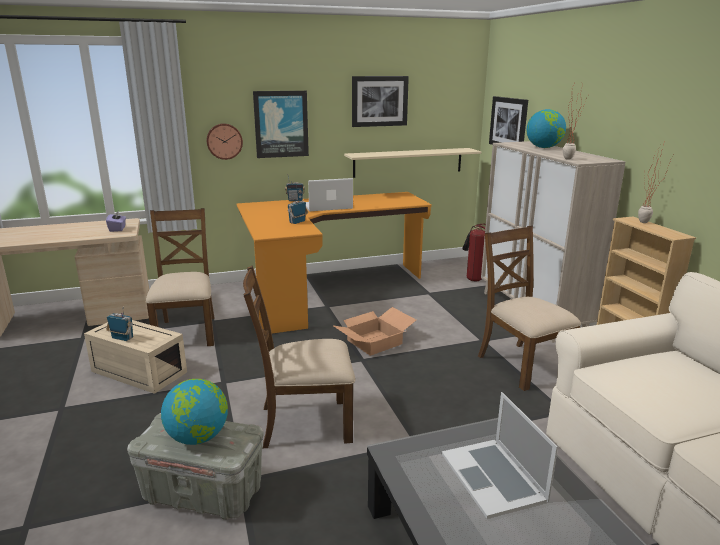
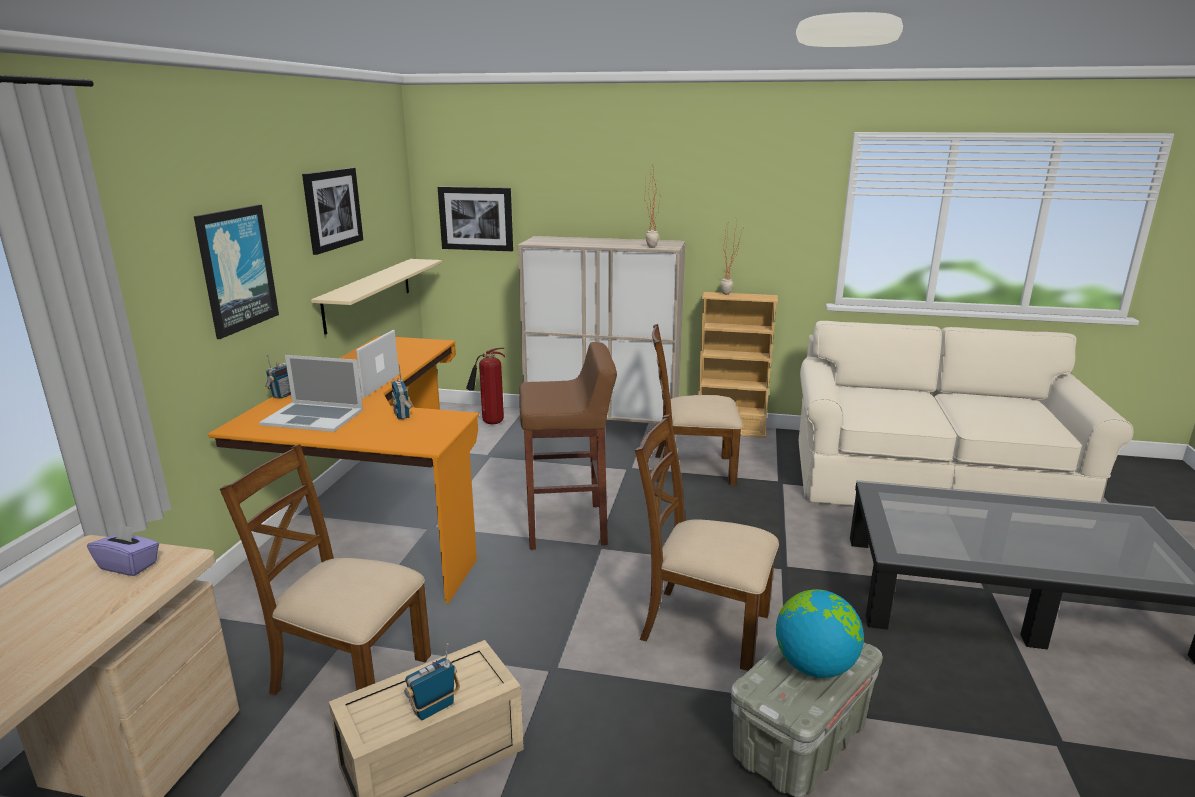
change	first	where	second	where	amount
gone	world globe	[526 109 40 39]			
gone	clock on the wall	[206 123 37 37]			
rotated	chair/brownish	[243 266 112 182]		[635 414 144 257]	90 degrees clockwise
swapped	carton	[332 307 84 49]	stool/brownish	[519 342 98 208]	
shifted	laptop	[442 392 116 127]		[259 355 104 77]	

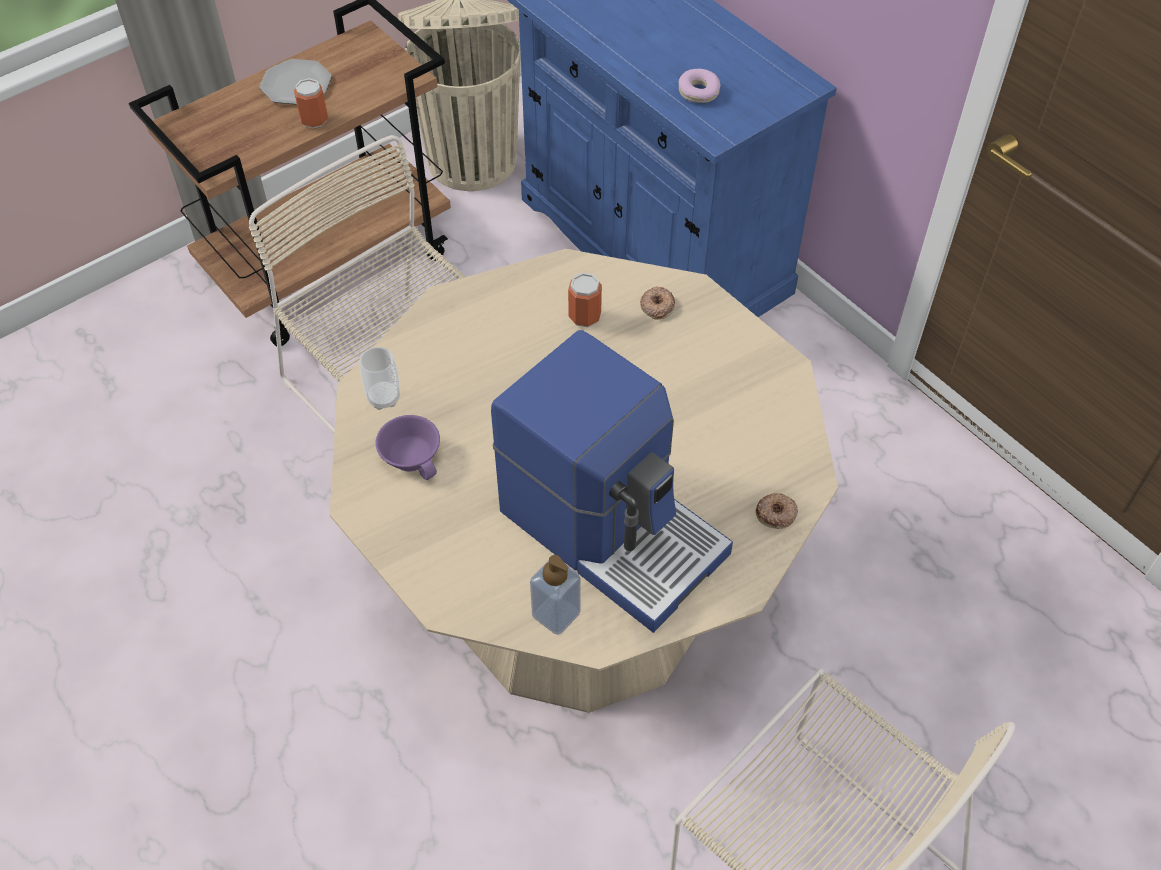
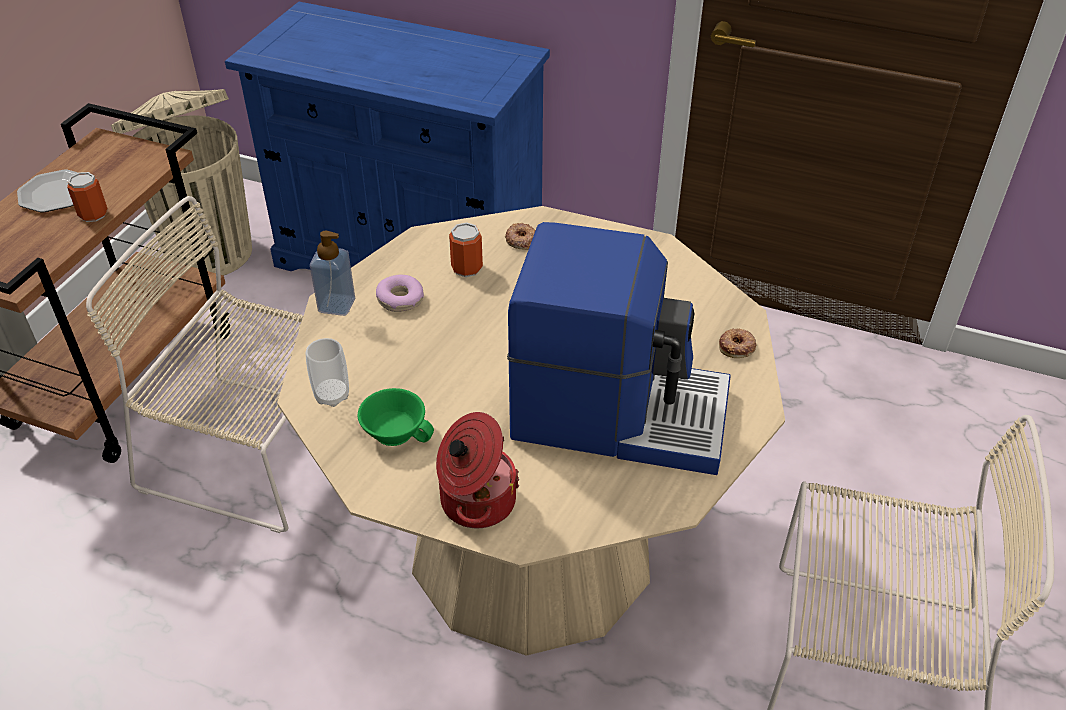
change	first	where	second	where	amount
shifted	doughnut	[679 69 42 34]		[376 275 48 37]	
repainted	small cup/purple	[375 415 65 65]	small cup/greenish	[358 388 76 58]	
shifted	liquid soap bottle	[530 555 51 80]		[310 231 45 85]	
new			saucepot	[436 412 83 116]	

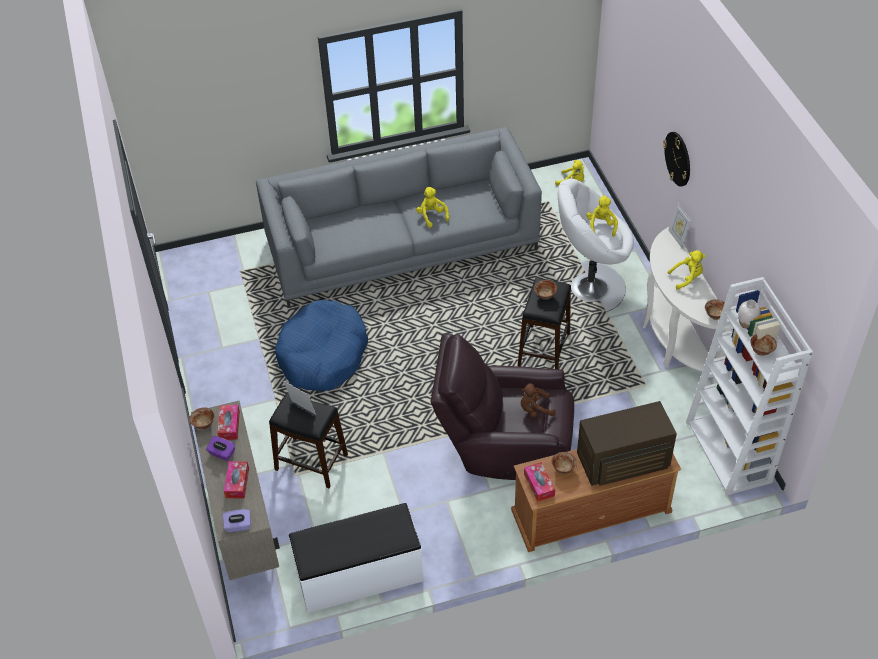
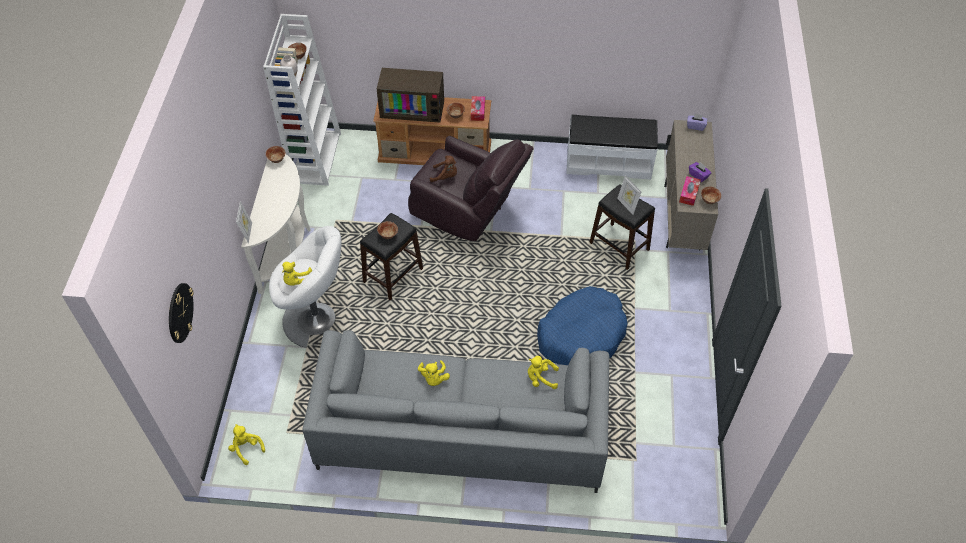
change	first	where	second	where	amount
shifted	clock on the wall	[663 132 27 55]		[169 283 25 60]	
shifted	plush toy/yellow	[668 250 38 40]		[528 356 31 33]	
gone	box of tissues	[224 461 25 37]			

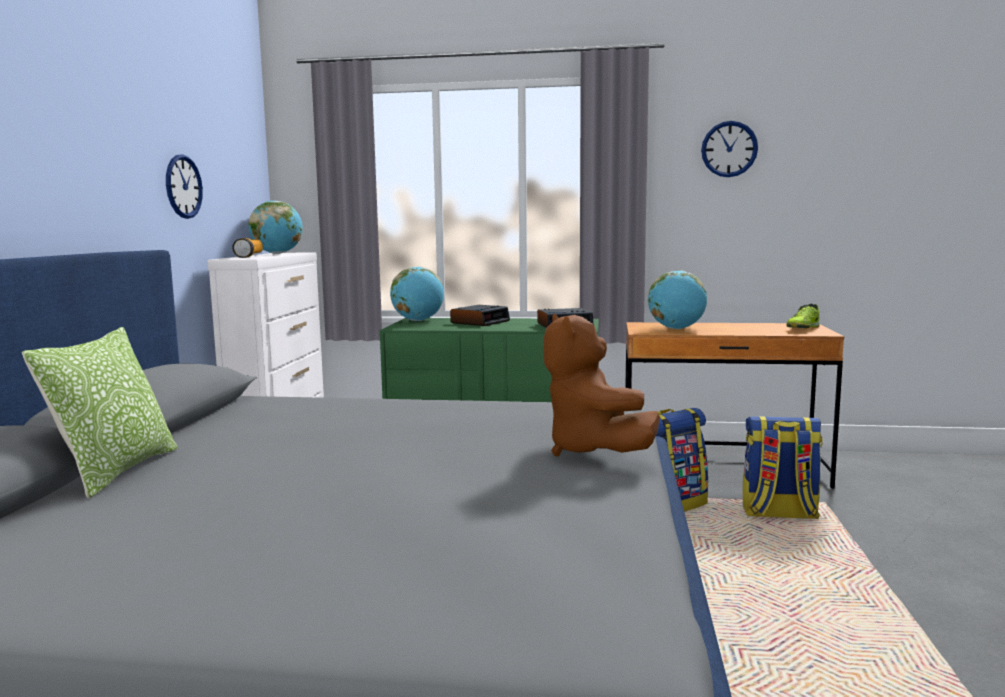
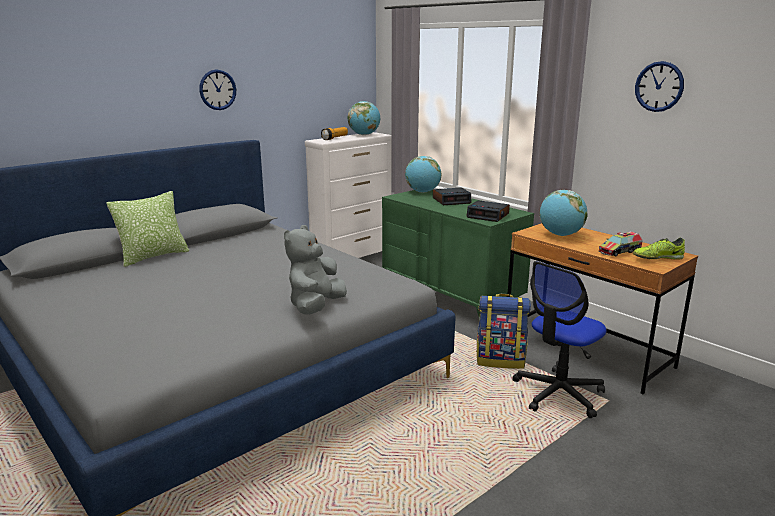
change	first	where	second	where	amount
shifted	clock on the wall	[166 154 37 65]		[199 69 37 41]	
repainted	plush toy/brownish	[543 313 117 143]	plush toy/greyish	[284 225 63 90]	
swapped	rucksack	[743 416 79 103]	desk chair	[512 261 94 157]	
new			toy lorry	[598 231 45 26]	

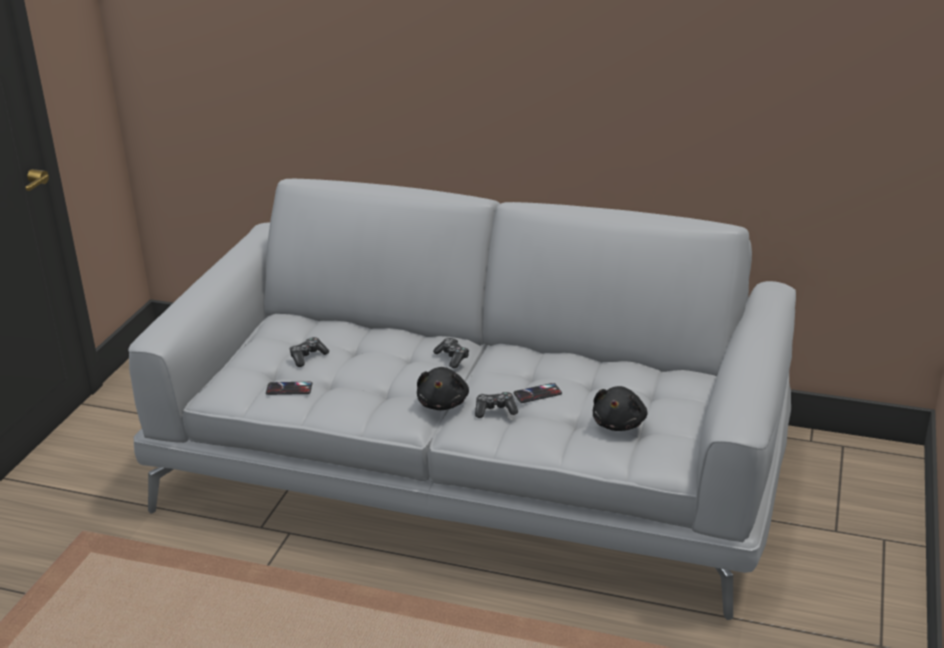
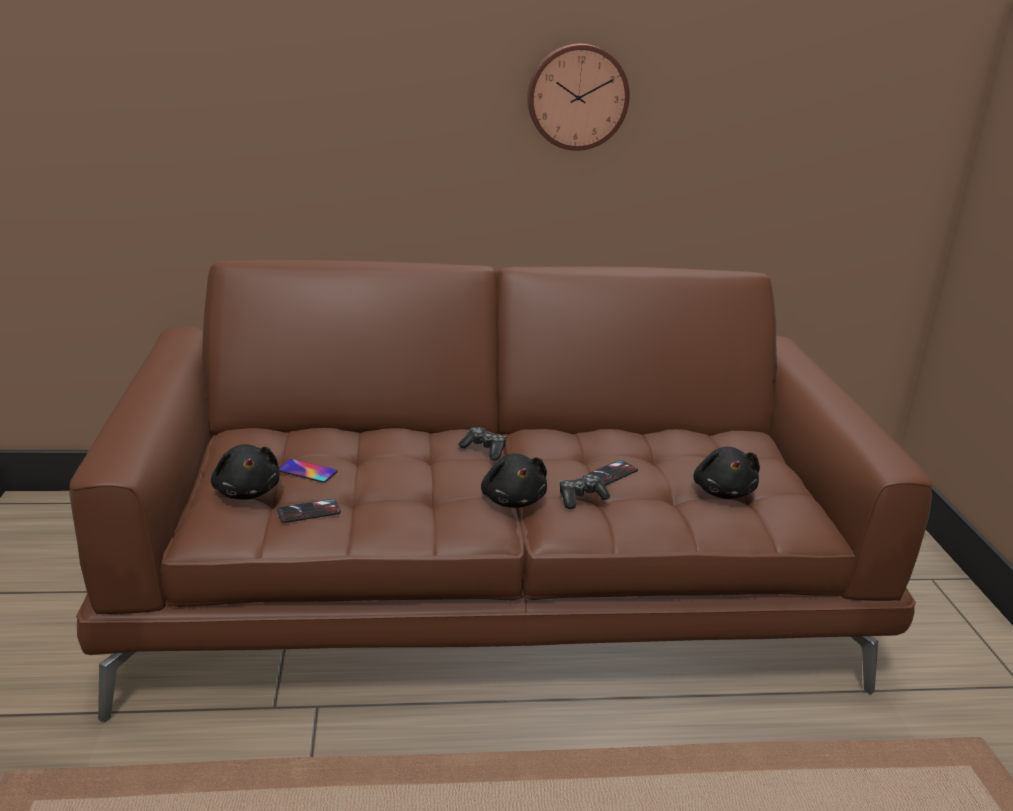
change	first	where	second	where	amount
repainted	sofa/greyish	[128 179 668 441]	sofa/brownish	[69 260 863 463]	
swapped	joypad	[289 337 40 30]	phone	[279 459 59 24]	
new			clock on the wall	[527 43 103 108]	
new			plush toy/black-coloured	[211 444 68 56]	

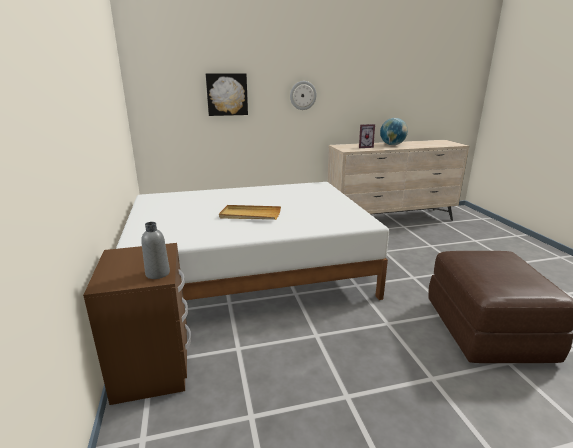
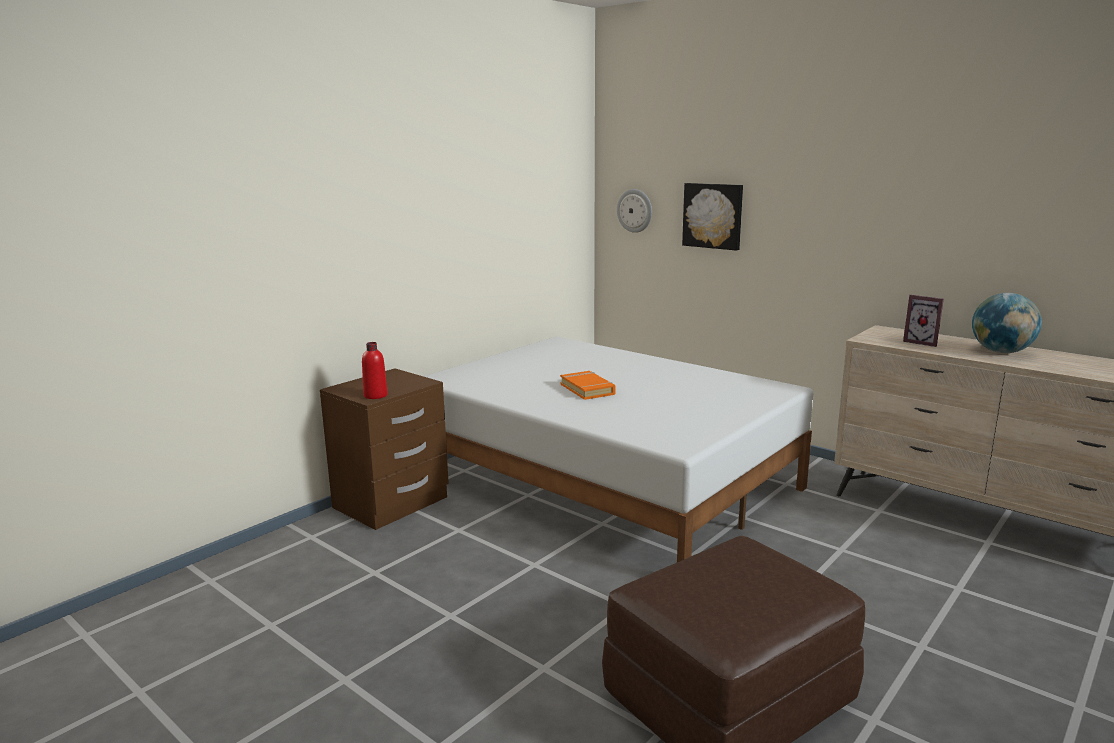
change	first	where	second	where	amount
shifted	clock on the wall	[290 81 27 29]		[617 189 35 44]	
swapped	tray/sand-coloured	[219 205 62 15]	bound book/orange-coloured	[560 371 55 29]	
repainted	bottle/greyish	[141 222 29 57]	bottle/reddish	[362 342 26 57]	

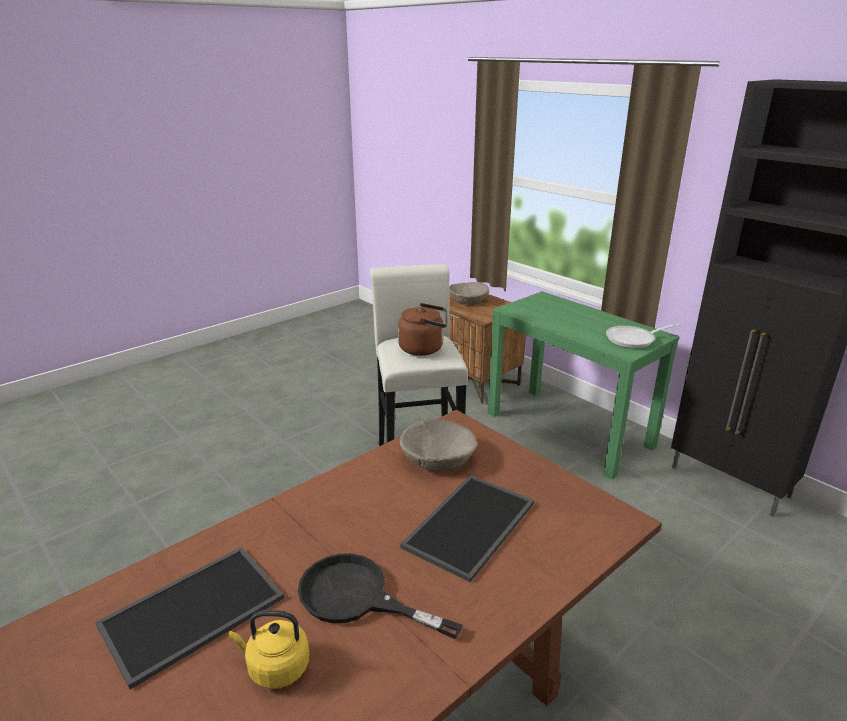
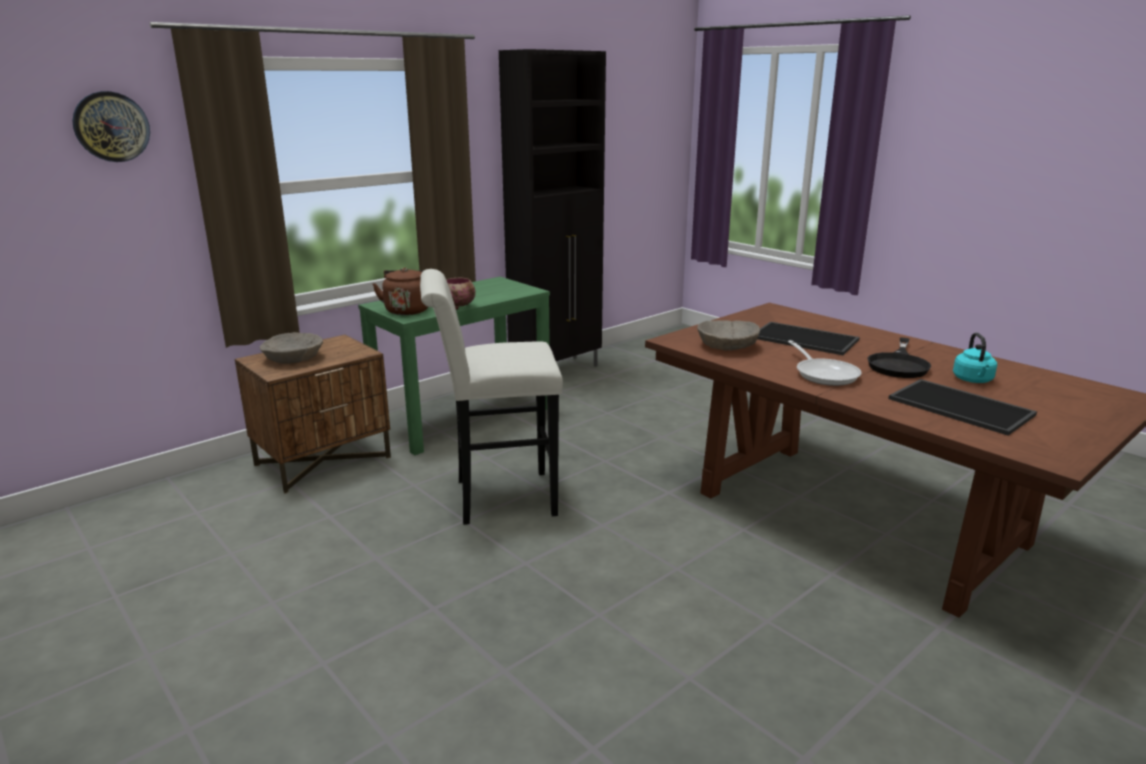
change	first	where	second	where	amount
shifted	kettle/brownish	[398 303 49 53]		[372 268 56 47]	
shifted	skillet	[606 324 74 24]		[788 340 74 46]	
repainted	kettle/yellow	[229 610 81 79]	kettle/turquoise	[953 333 44 50]	
new			clock on the wall	[73 91 77 71]	
new			deep dish	[446 278 29 32]	

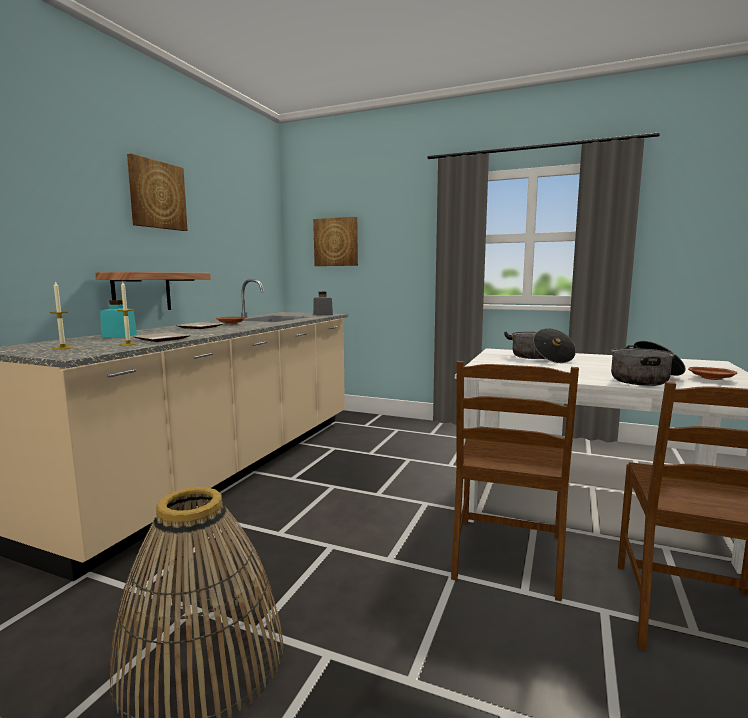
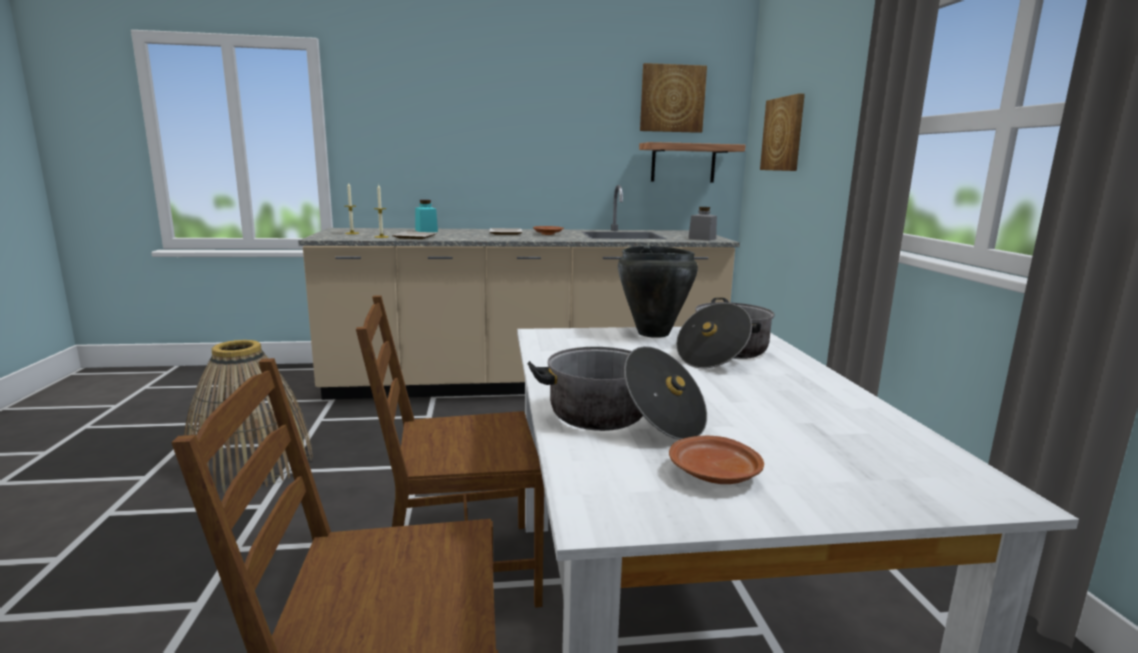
change	first	where	second	where	amount
shifted	wall picture	[127 154 61 77]		[640 63 67 70]	
shifted	wall shelf	[95 272 116 38]		[639 142 107 41]	
new			saucepot/black-coloured	[618 246 80 92]	

